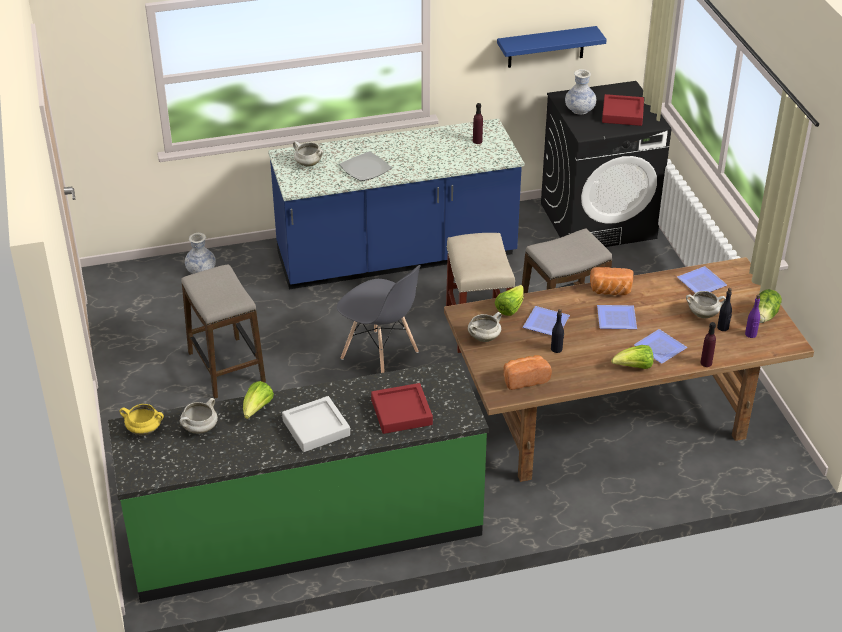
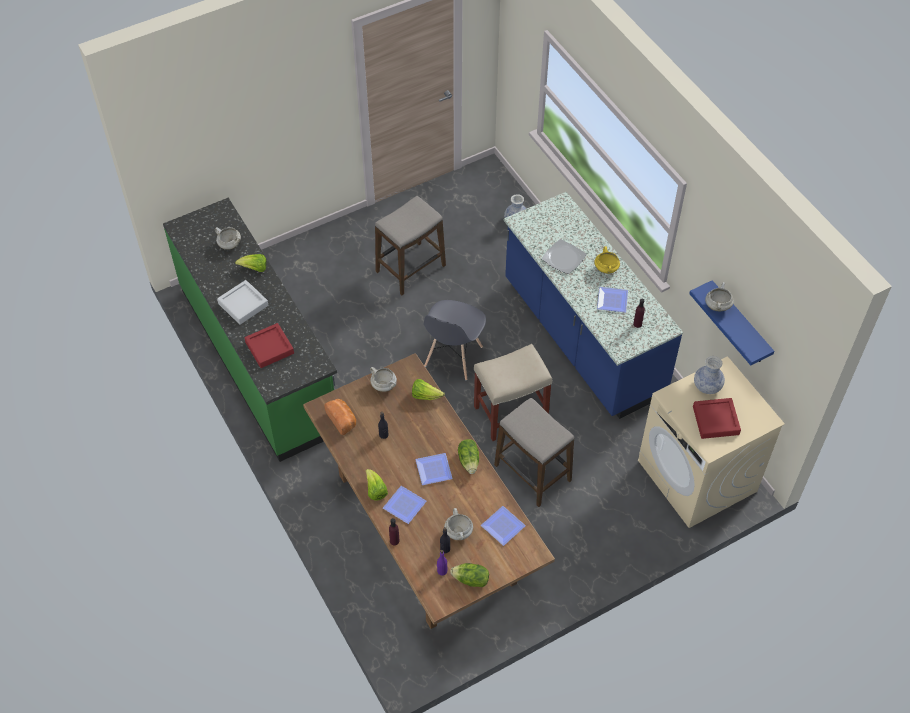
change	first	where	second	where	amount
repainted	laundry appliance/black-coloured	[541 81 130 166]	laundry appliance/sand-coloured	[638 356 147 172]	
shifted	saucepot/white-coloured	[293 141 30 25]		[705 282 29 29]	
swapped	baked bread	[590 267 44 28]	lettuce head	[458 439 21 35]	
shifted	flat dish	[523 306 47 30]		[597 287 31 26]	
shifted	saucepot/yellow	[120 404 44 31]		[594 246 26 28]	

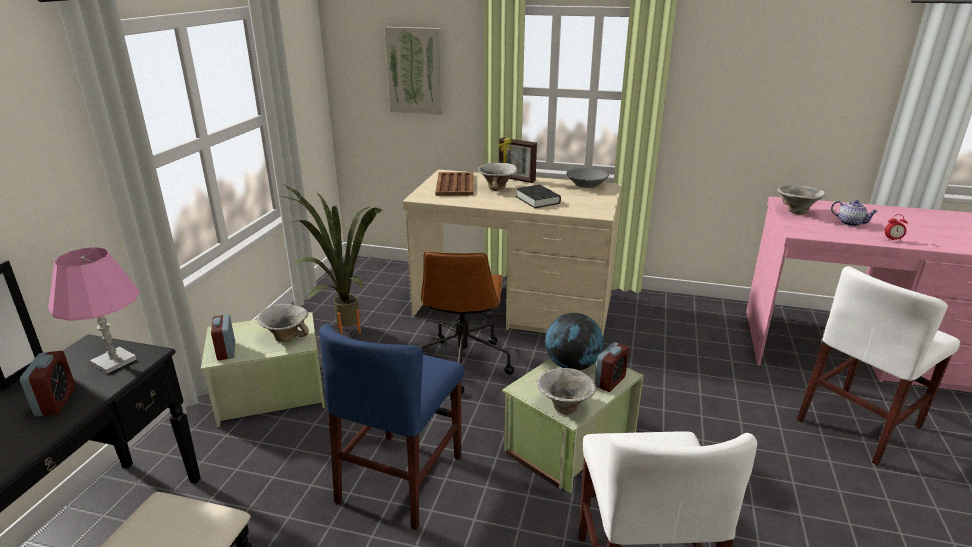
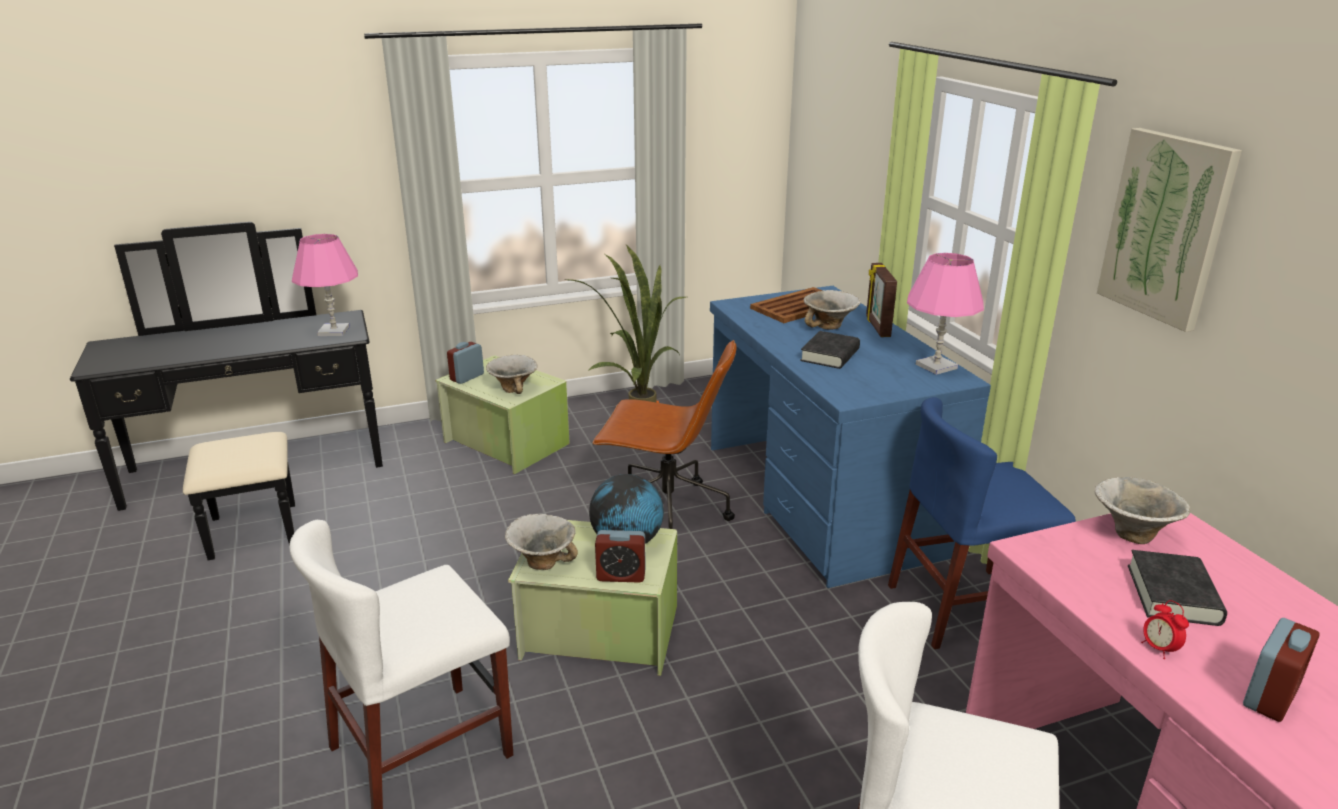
change	first	where	second	where	amount
shifted	wall picture	[384 27 59 88]		[1097 128 145 204]	
swapped	deep dish/greyish	[566 168 43 20]	lamp for a table/pink-coloured	[907 253 77 122]	
repainted	desk unit/sand-coloured	[402 169 220 166]	desk unit/blue-coloured	[710 286 281 302]	
swapped	teapot	[831 200 48 26]	bound book/black-coloured	[1128 550 99 76]	
rotated	desk chair/brownish	[419 251 95 143]		[592 340 145 204]	135 degrees counterclockwise
shifted	chair/blue-coloured	[319 324 145 206]		[888 397 188 252]	
shifted	bedside clock	[20 351 56 66]		[1243 618 77 104]	

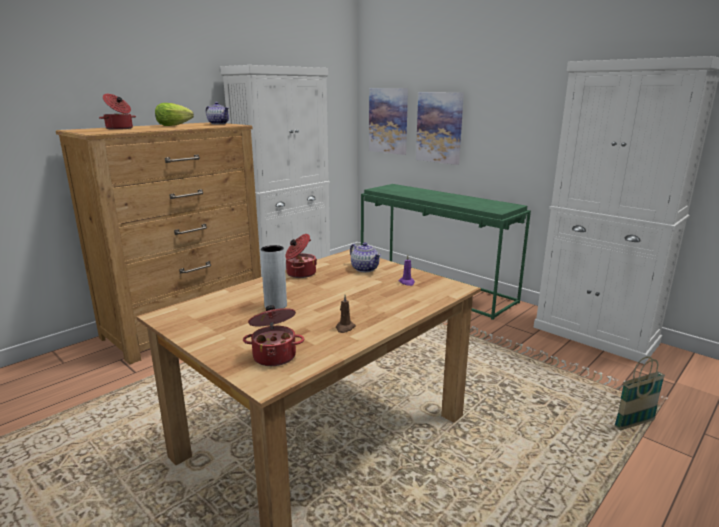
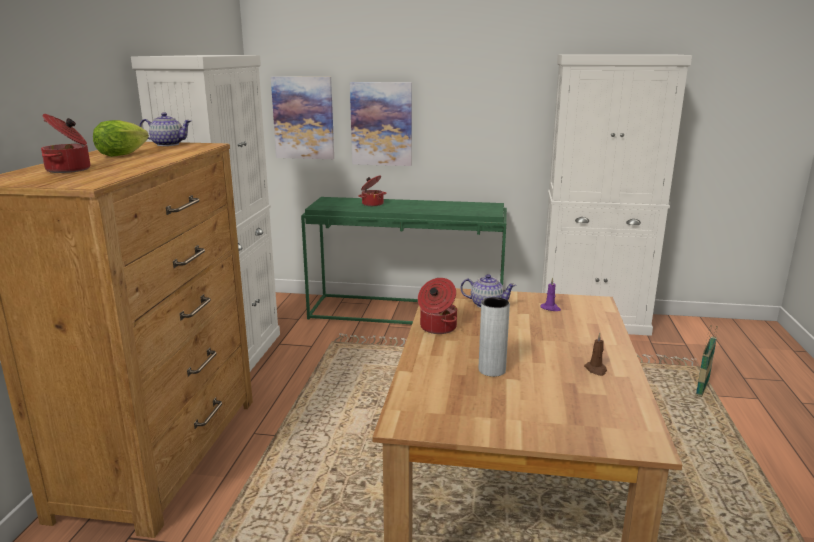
change	first	where	second	where	amount
shifted	saucepot	[243 305 61 61]		[358 176 28 30]	

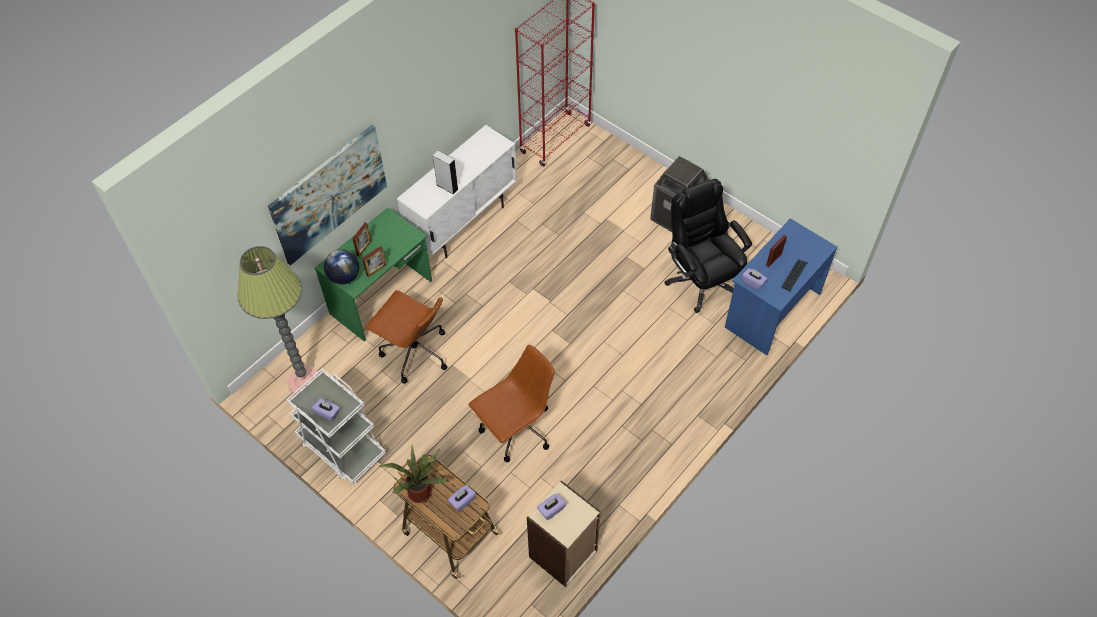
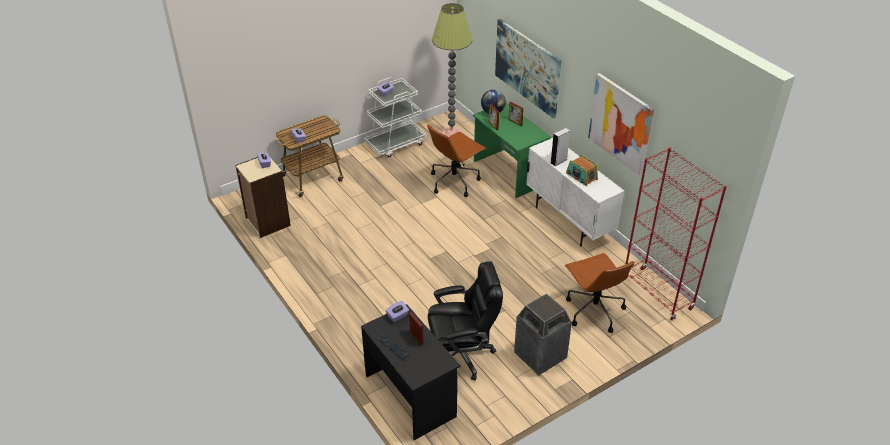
change	first	where	second	where	amount
repainted	desk unit/blue-coloured	[725 218 113 137]	desk unit/black-coloured	[361 304 99 136]	
shifted	desk chair/brownish	[468 345 87 117]		[565 253 69 80]	
gone	plant in a pot	[379 446 68 57]			
new			wall picture	[588 73 66 102]	
new			radio receiver	[566 155 32 31]	

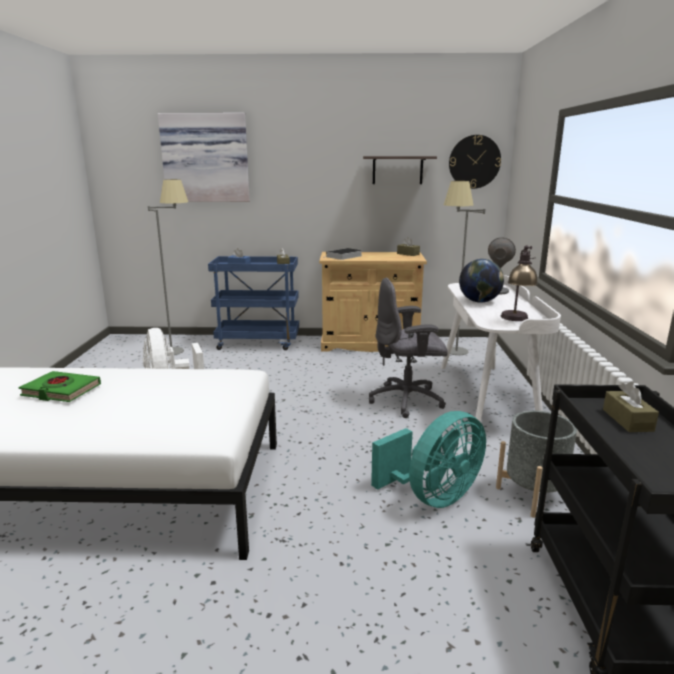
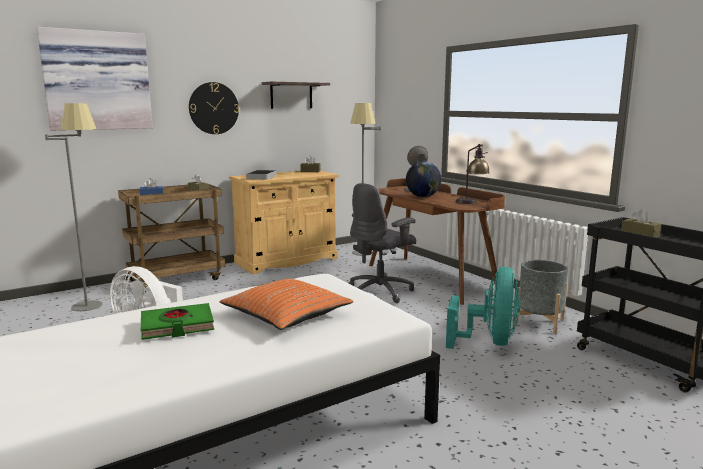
change	first	where	second	where	amount
shifted	clock on the wall	[449 135 52 54]		[189 82 50 52]	
repainted	cart/blue-coloured	[208 256 91 94]	cart/brownish	[118 184 108 109]	
repainted	desk unit/white-coloured	[441 275 120 147]	desk unit/brownish	[369 179 136 126]	
new			pillow/orange-coloured	[219 278 135 52]	

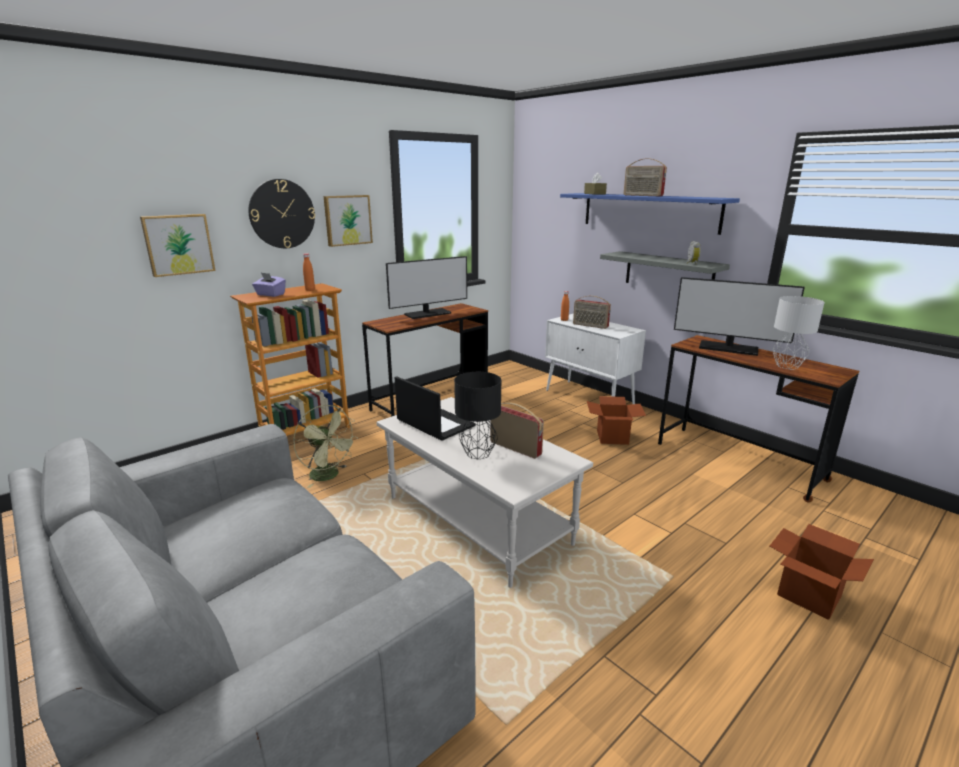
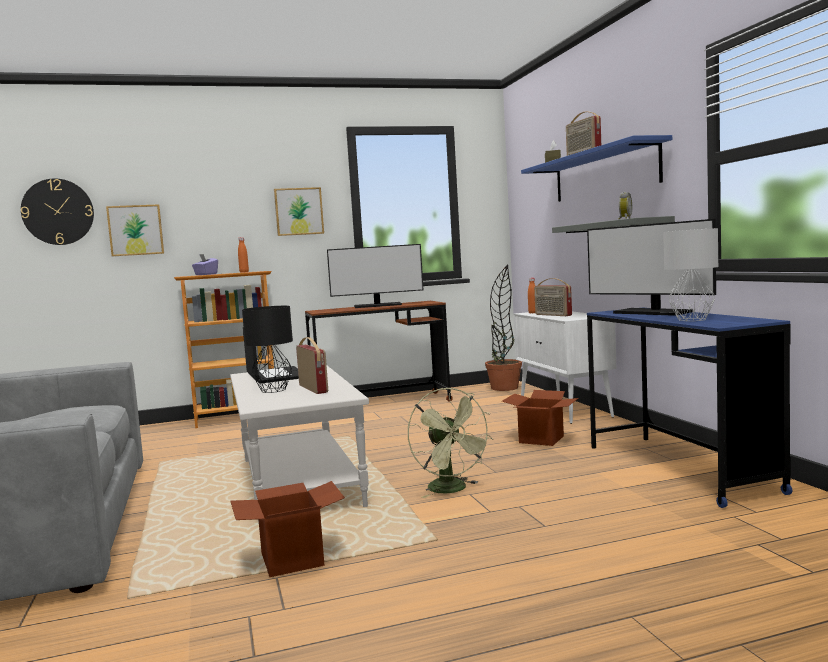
change	first	where	second	where	amount
shifted	clock on the wall	[248 179 67 69]		[21 178 73 67]	
repainted	desk unit/brownish	[658 335 201 168]	desk unit/blue-coloured	[587 310 205 198]	
shifted	fan/greenish	[293 405 65 83]		[408 388 85 110]	
shifted	carton	[770 524 104 96]		[230 481 115 96]	
new			plant in a pot	[485 265 37 126]	

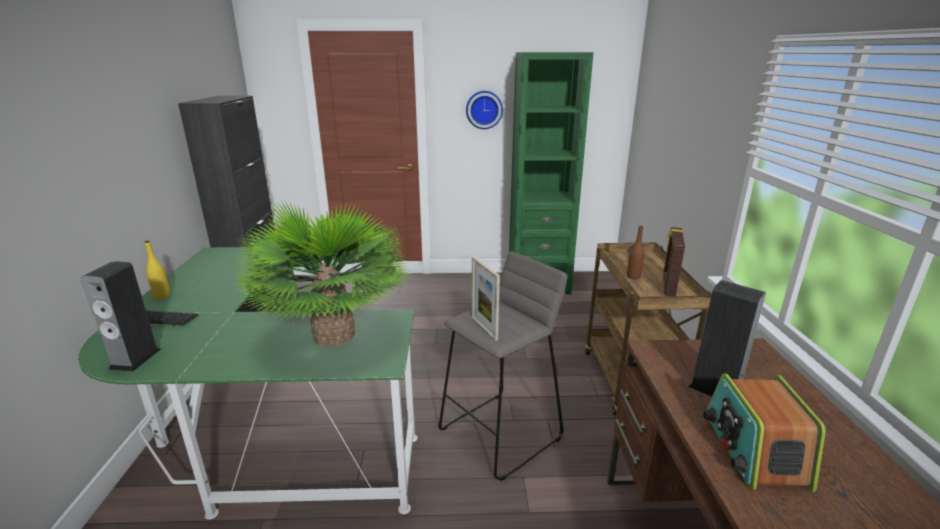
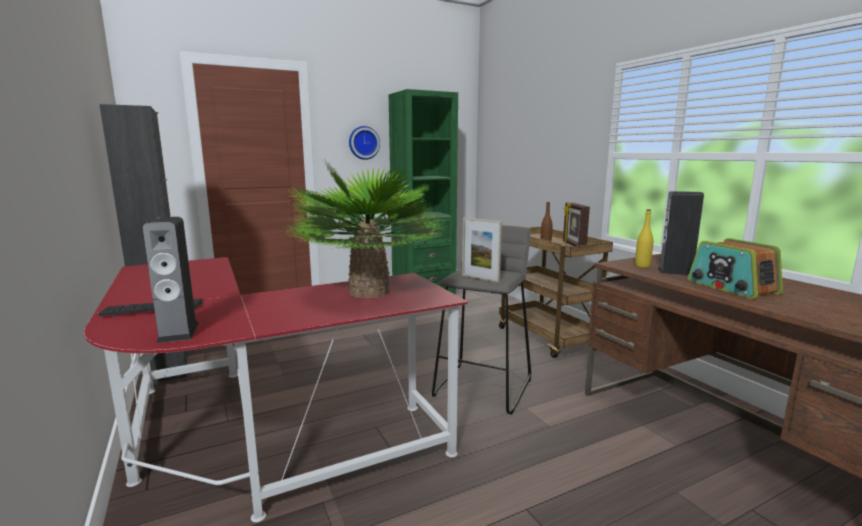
change	first	where	second	where	amount
shifted	bottle/yellow	[145 241 25 58]		[635 210 18 58]	
repainted	desk unit/greenish	[78 247 340 273]	desk unit/reddish	[84 257 384 265]	

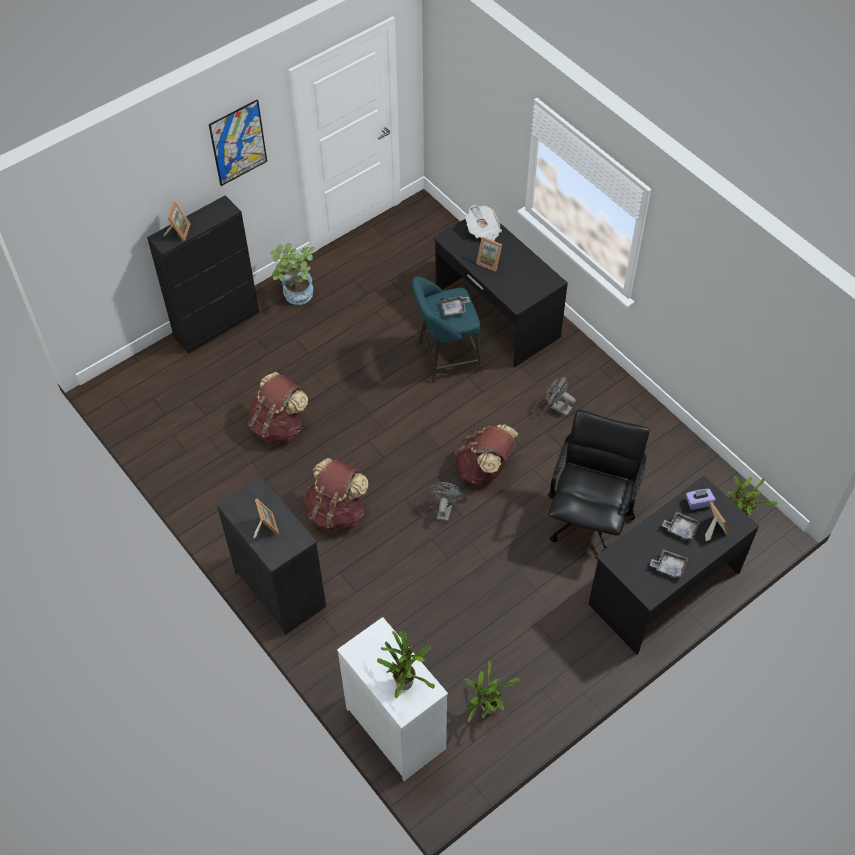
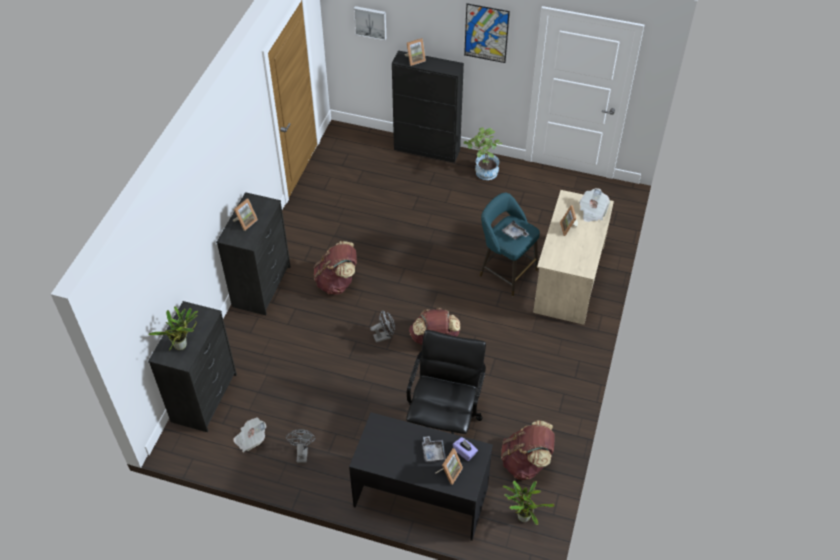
change	first	where	second	where	amount
repainted	desk unit/black-coloured	[433 219 135 149]	desk unit/sand-coloured	[533 190 81 135]	
shifted	rucksack/brownish	[248 372 60 72]		[501 420 54 60]	
shifted	fan/greyish	[546 377 30 39]		[286 429 30 34]	
rotated	desk chair/black-coloured	[548 410 101 142]		[406 330 80 104]	60 degrees counterclockwise
gone	tray/greyish	[650 549 38 29]			
repainted	dresser/white-coloured	[337 617 111 164]	dresser/black-coloured	[148 301 89 131]	
swapped	plant in a pot	[464 661 55 62]	newspaper	[233 417 34 35]	
new			wall picture	[354 6 32 35]	

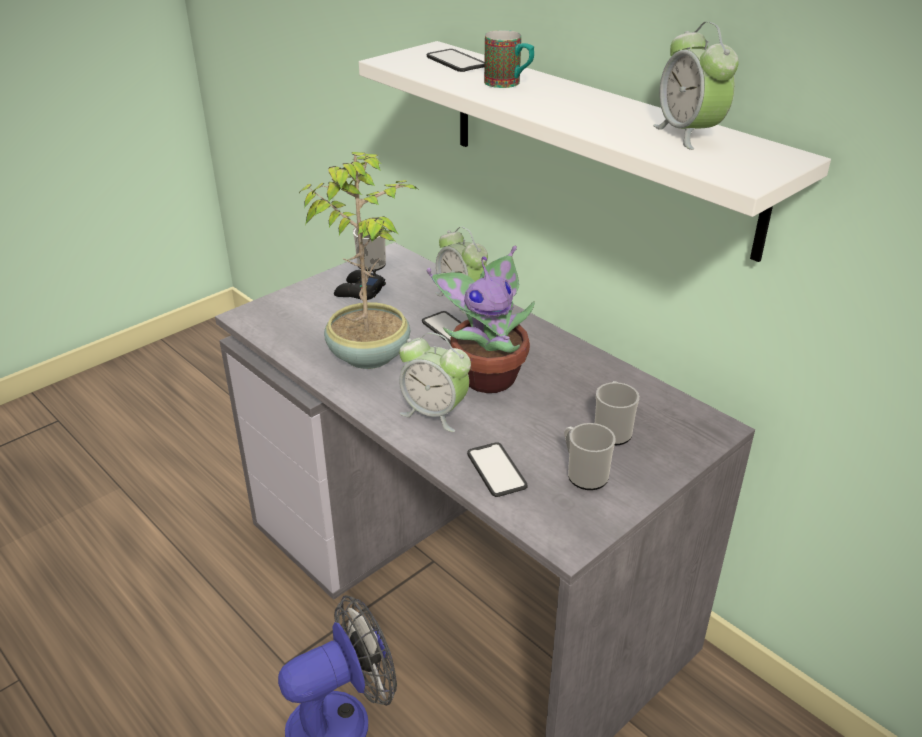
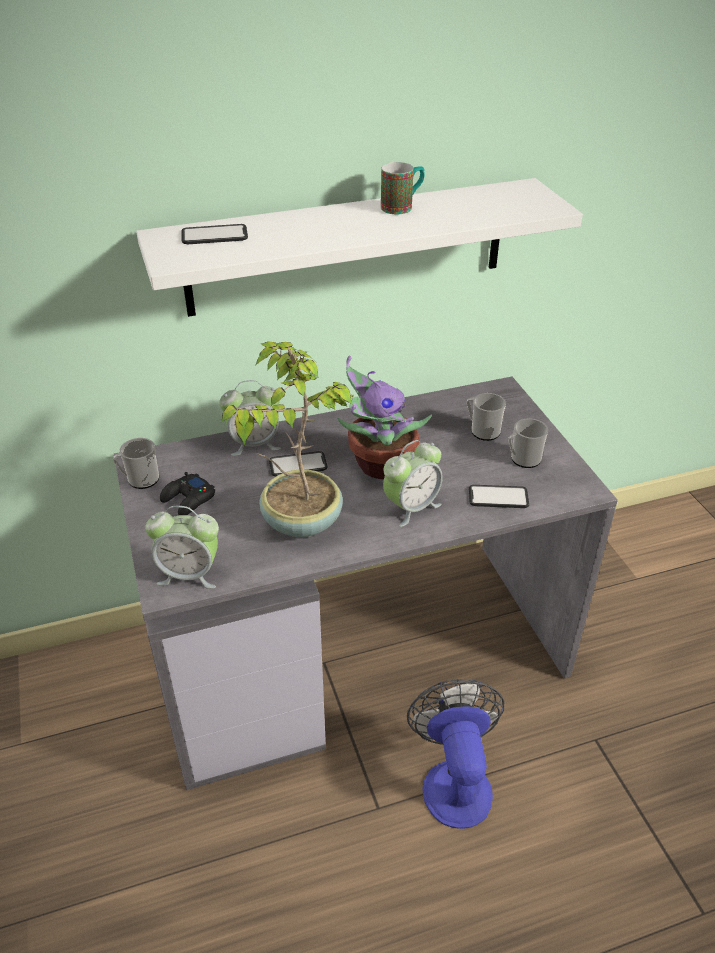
change	first	where	second	where	amount
shifted	bedside clock	[653 22 86 128]		[145 506 74 82]	
shifted	coffee mug	[484 30 50 58]		[381 162 44 52]	

